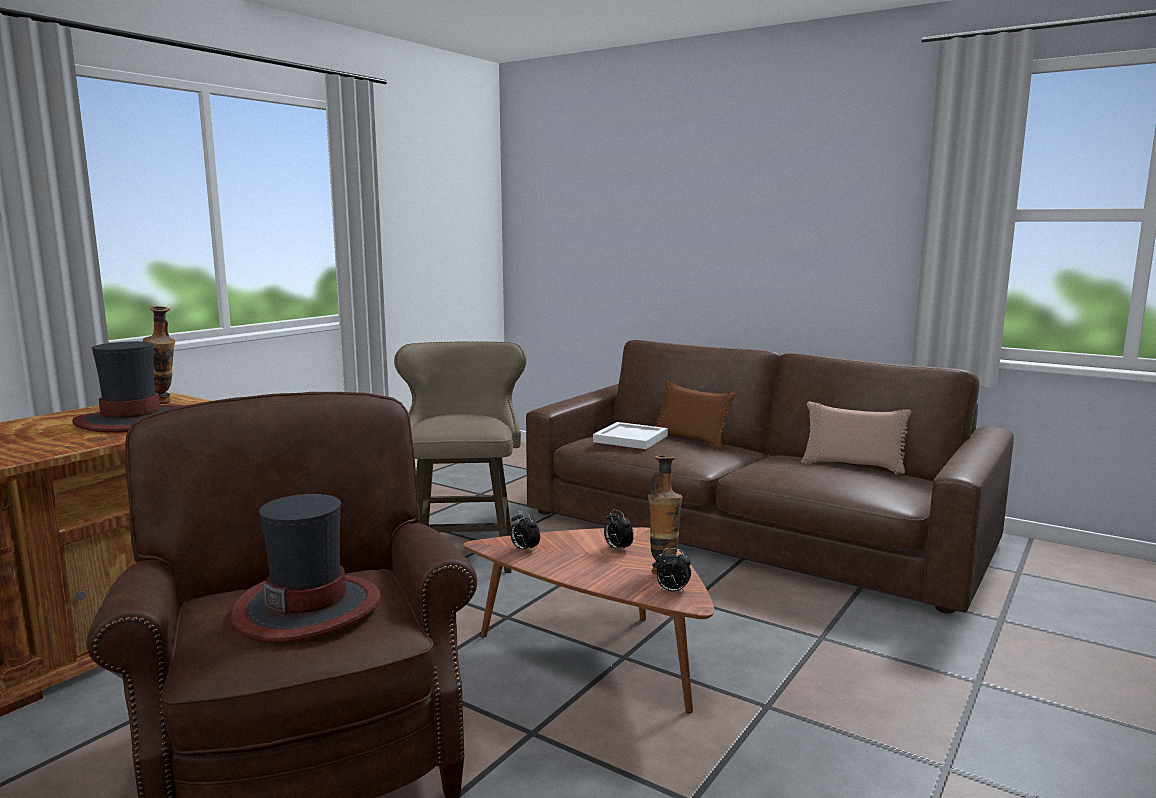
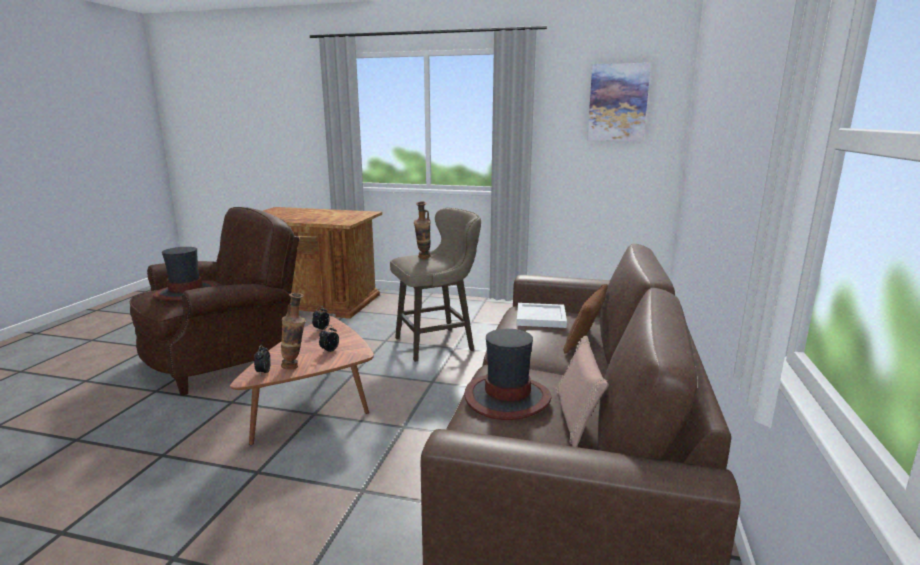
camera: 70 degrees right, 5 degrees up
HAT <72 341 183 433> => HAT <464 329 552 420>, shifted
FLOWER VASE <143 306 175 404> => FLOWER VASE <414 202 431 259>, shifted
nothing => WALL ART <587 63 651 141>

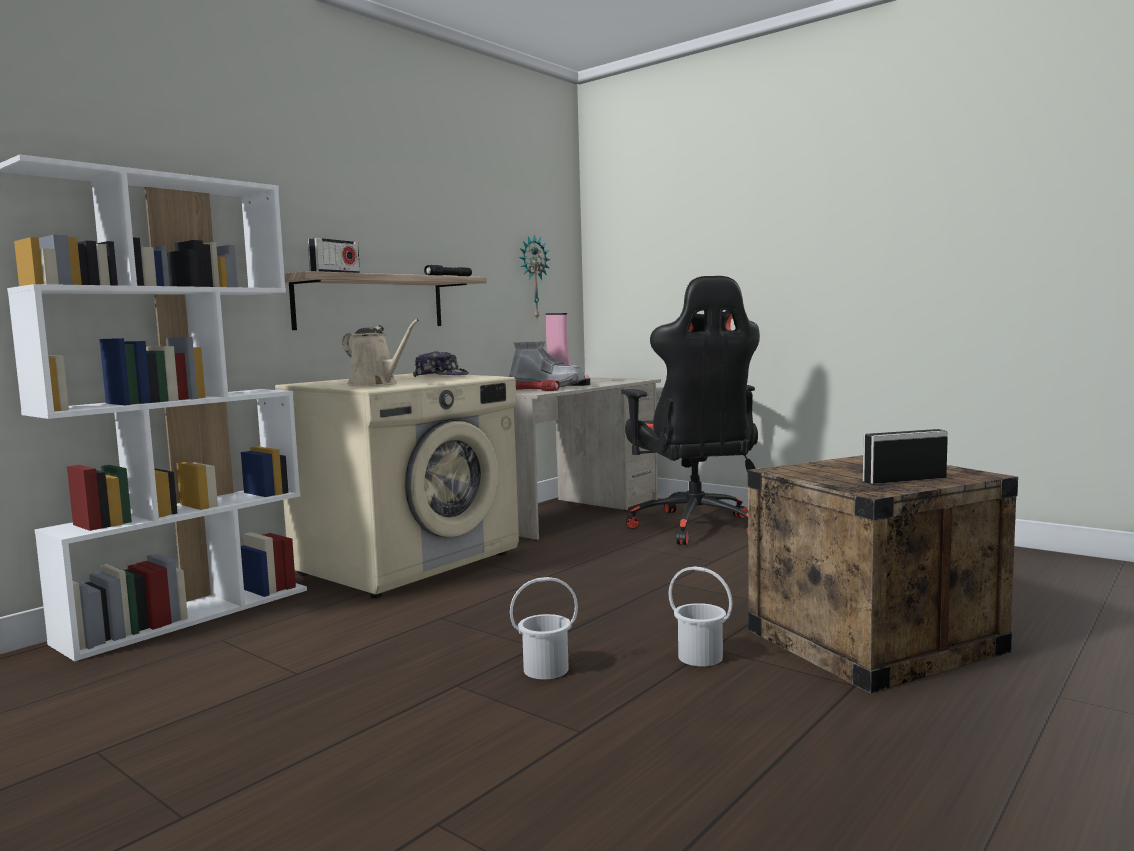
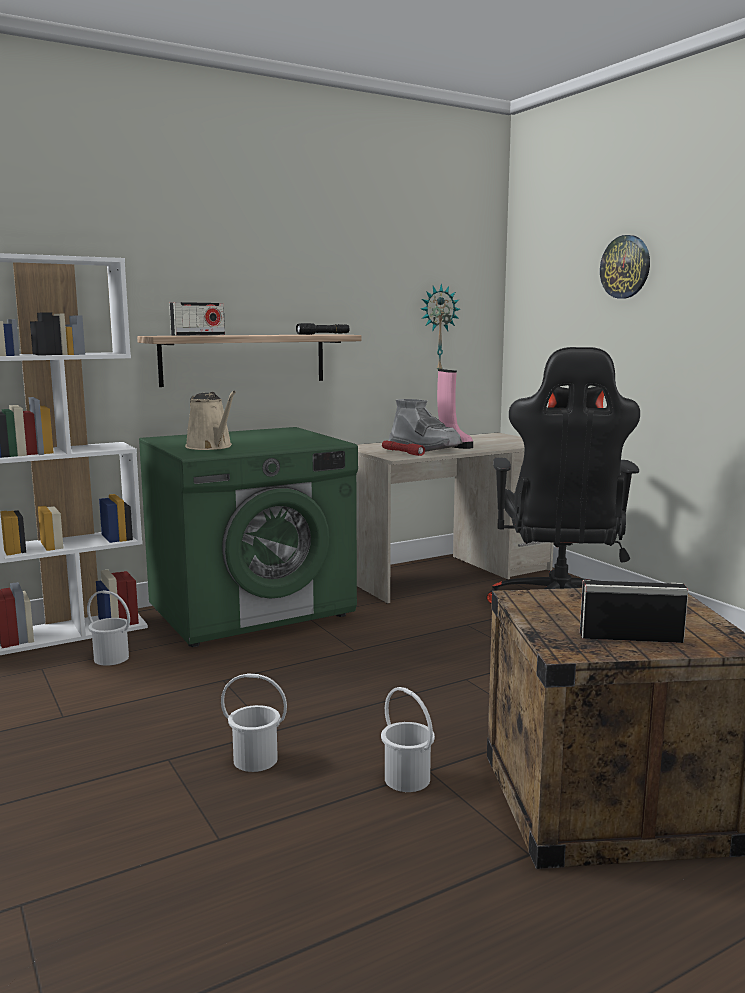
camera: 20 degrees right, 5 degrees up
BEIGE WASHING MACHINE <275 373 519 598> => GREEN-COLOURED WASHING MACHINE <139 427 358 647>
CAP <413 351 469 377> => nothing
nothing => WHITE PAIL <87 590 130 666>
nothing => CLOCK ON THE WALL <600 235 650 299>

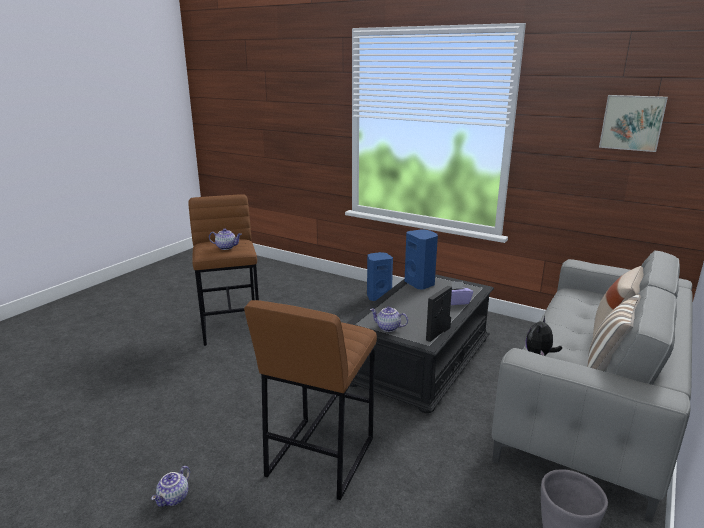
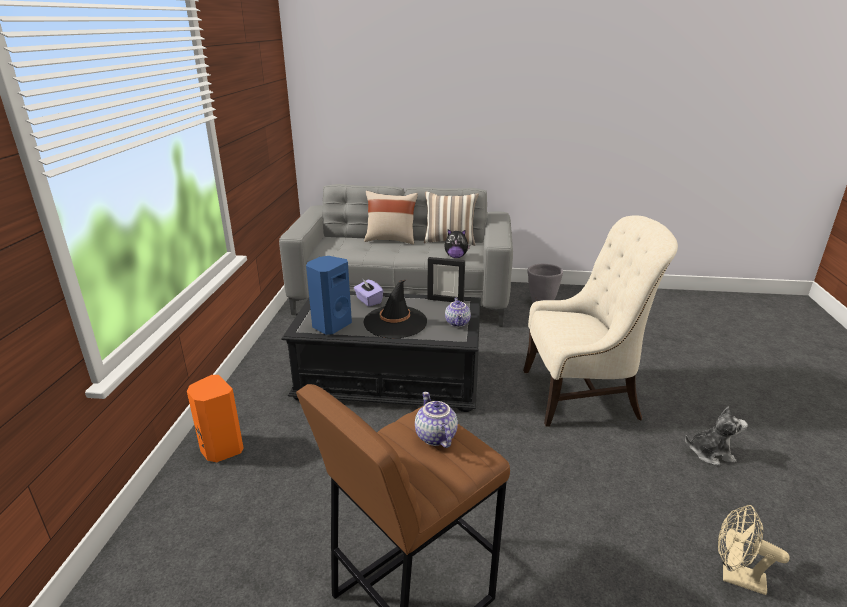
camera: 115 degrees left, 5 degrees up
POT FOR TEA <151 466 190 507> => CUDDLY TOY <685 406 748 465>
BROWN-COLOURED STOOL SEAT <244 300 377 500> => BEIGE LOUNGE CHAIR <523 215 678 427>
BLUE-COLOURED SPEAKER <367 252 393 301> => ORANGE SPEAKER <187 375 244 462>
WALL ART <599 95 668 152> => nothing
nothing => BLACK HAT <363 280 427 339>
nothing => BEIGE COOLING FAN <718 505 790 595>

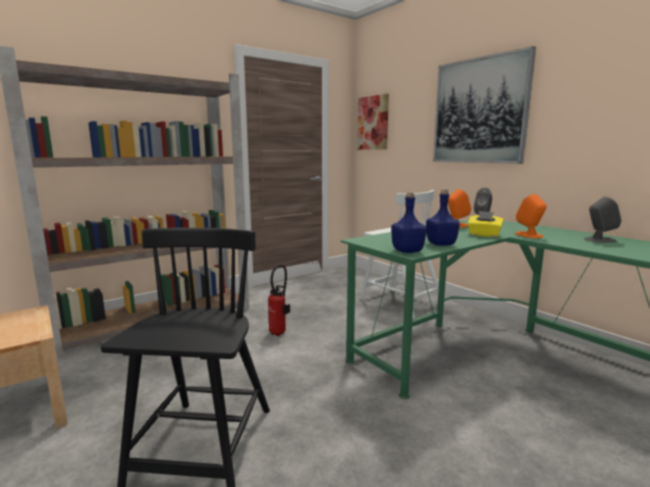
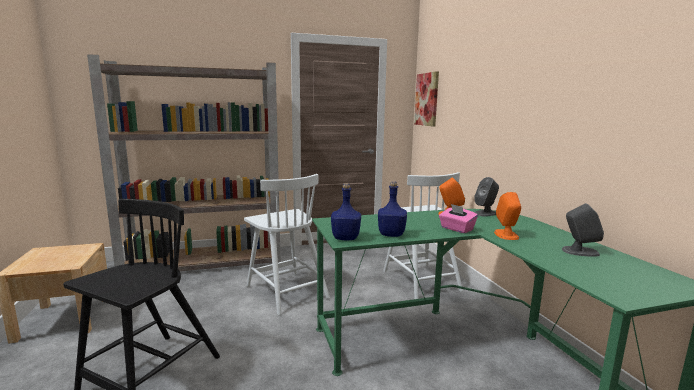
camera: 20 degrees right, 0 degrees up
FIRE EXTINGUISHER <268 264 290 336> => WHITE UPRIGHT CHAIR <244 174 330 315>
WALL ART <433 46 536 164> => nothing
YELLOW-COLOURED TISSUE HOLDER <468 211 504 237> => PINK TISSUE HOLDER <439 204 478 233>

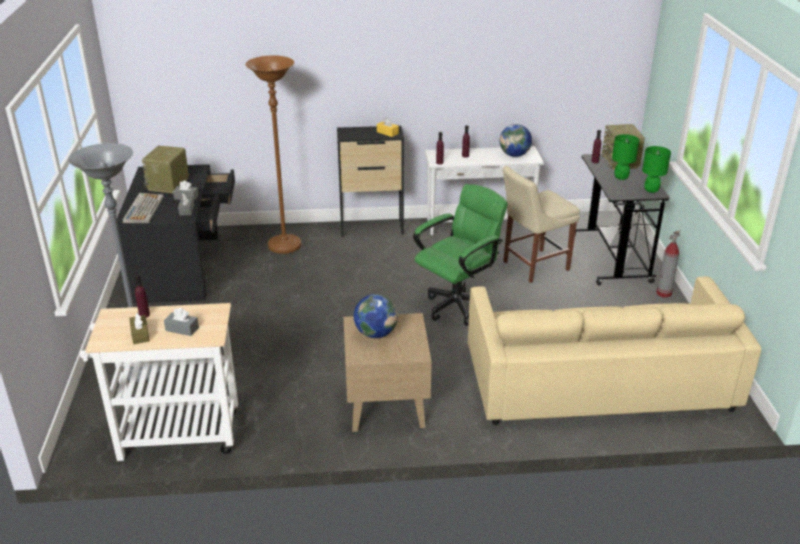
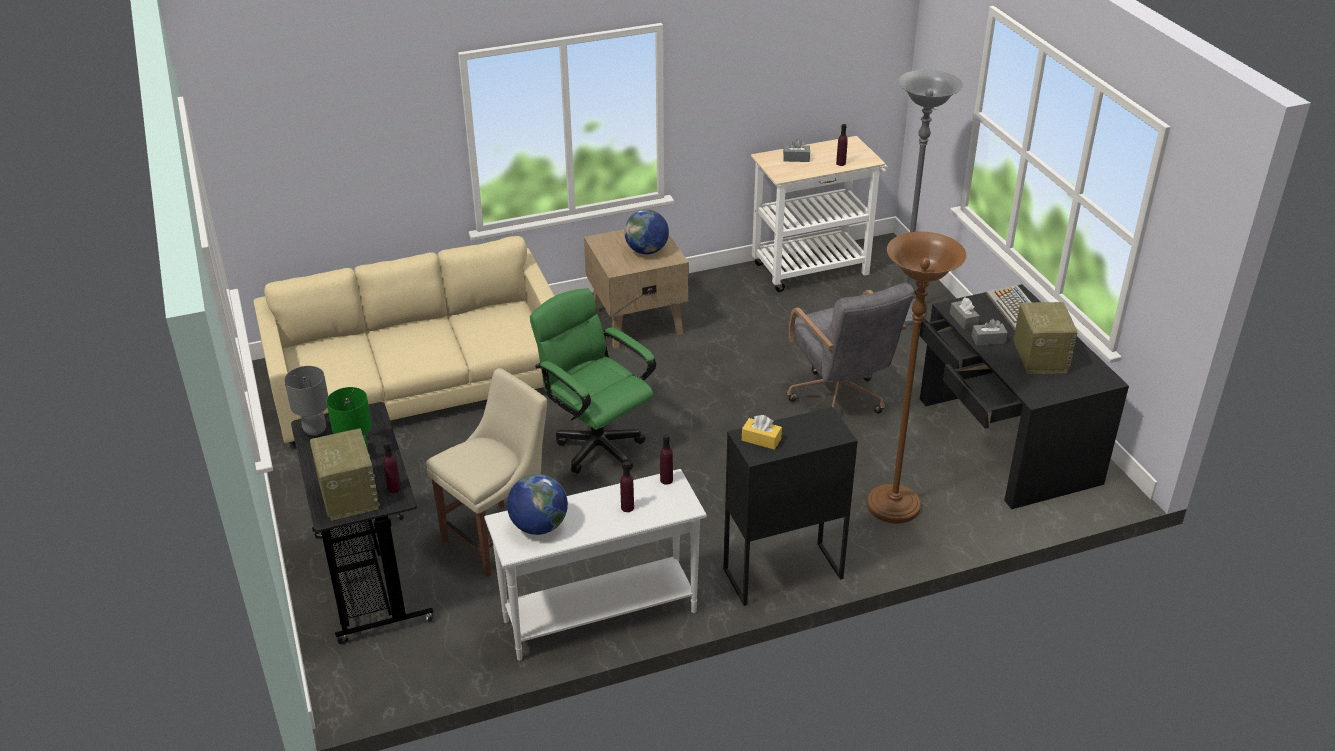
camera: 165 degrees right, 5 degrees up
BROWN-COLOURED TISSUE HOLDER <129 313 150 344> => nothing
GREEN-COLOURED DESK CHAIR <413 184 508 326> => GREEN-COLOURED DESK CHAIR <530 288 656 474>, 105 degrees clockwise
GREEN-COLOURED TABLE LAMP <642 146 671 193> => GREY TABLE LAMP <284 366 328 436>
FIRE EXTINGUISHER <656 230 681 298> => nothing
nothing => GREY DESK CHAIR <786 283 914 414>

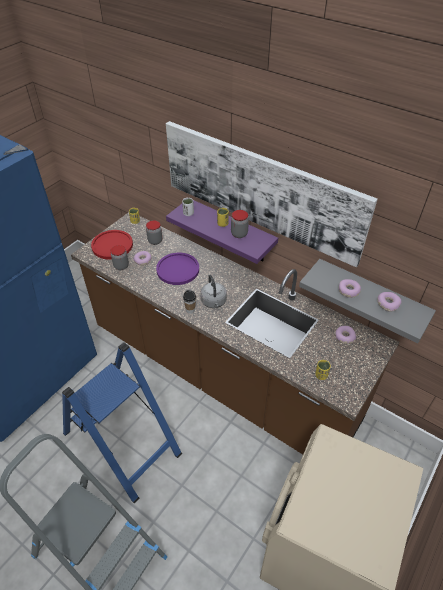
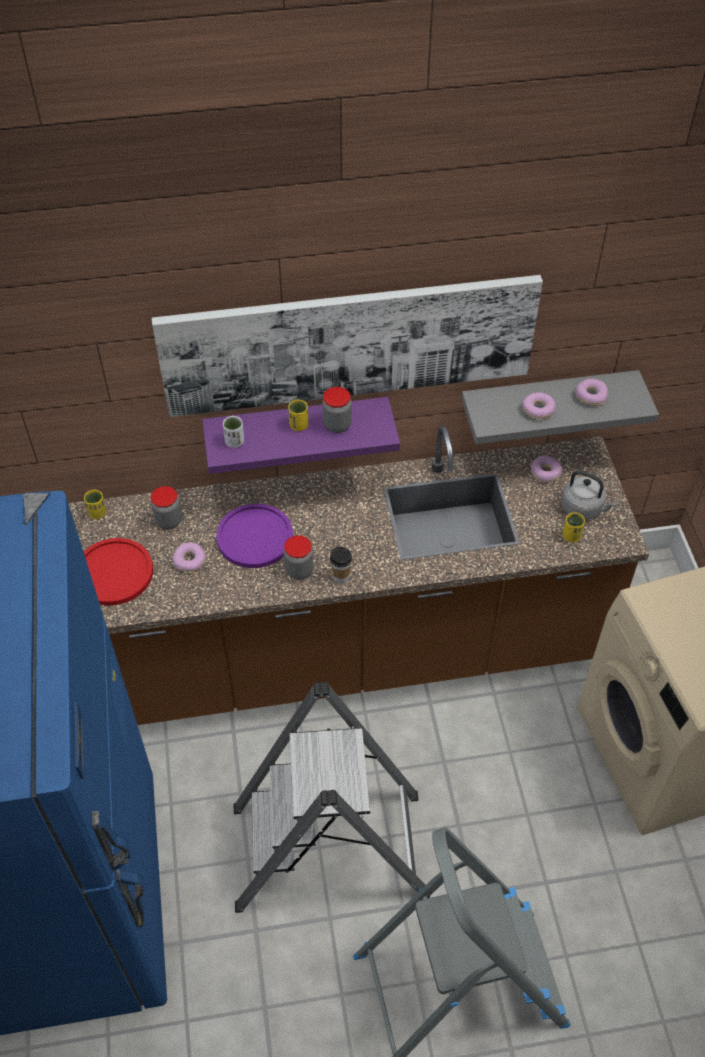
camera: 45 degrees left, 5 degrees up
BLUE-COLOURED STEP LADDER <62 342 182 503> => GREY STEP LADDER <234 682 430 913>
STORAGE JAR <111 245 129 270> => STORAGE JAR <284 535 314 580>, shifted
GREY TEA KETTLE <200 275 227 308> => GREY TEA KETTLE <561 470 617 520>, shifted

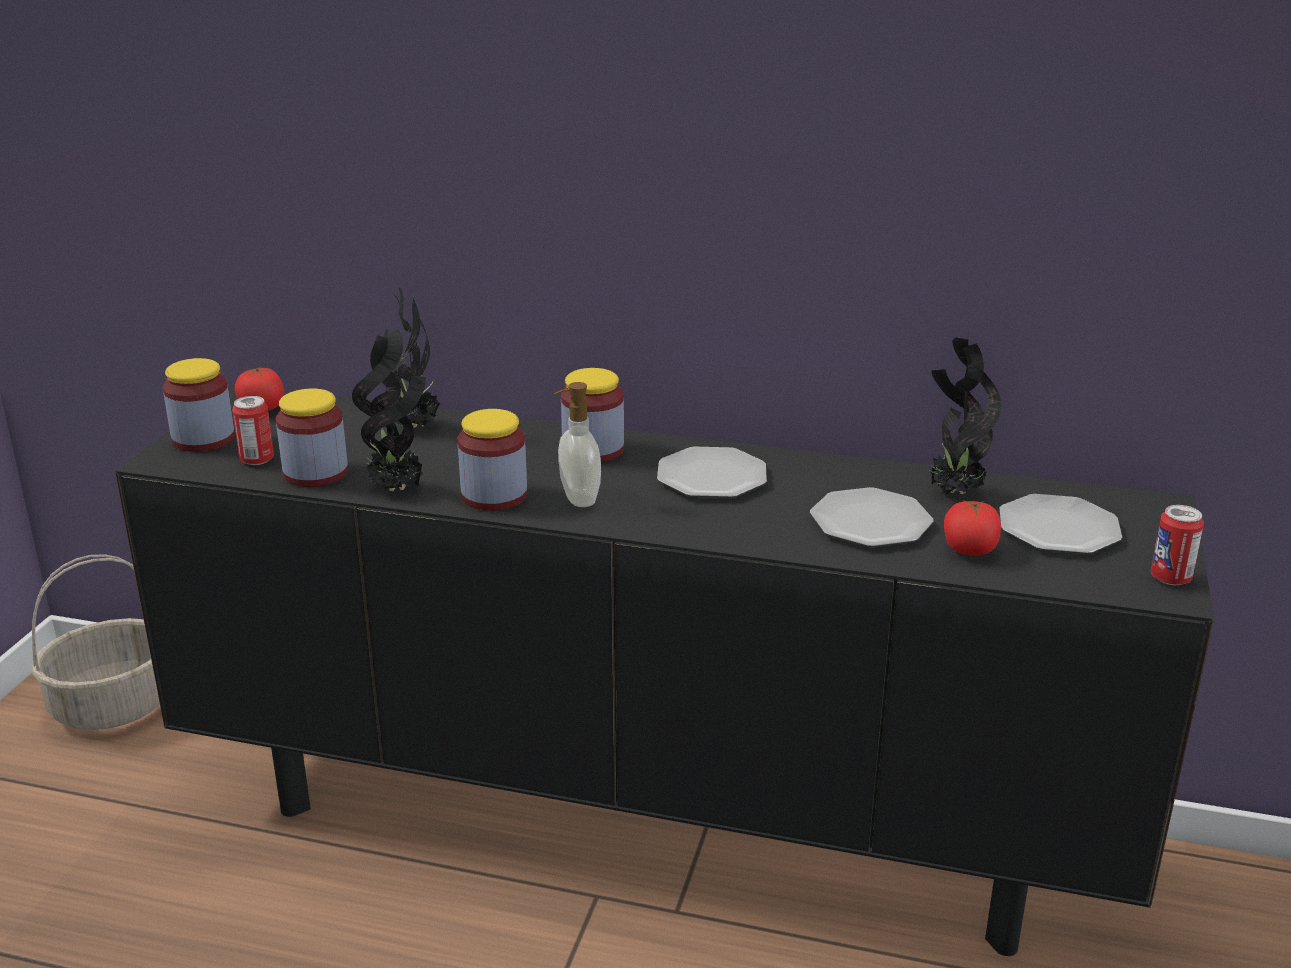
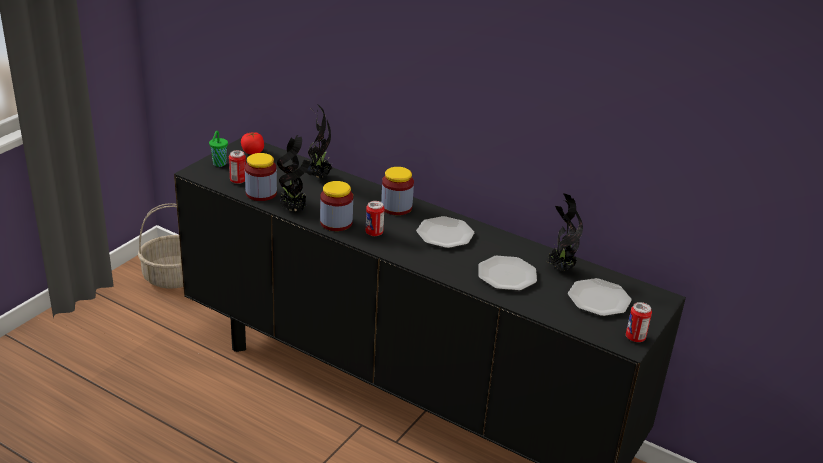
camera: 15 degrees right, 5 degrees up
STORAGE JAR <163 358 235 452> => GREEN-COLOURED CUP <209 131 228 167>
LIQUID SOAP BOTTLE <554 382 601 507> => CAN <366 201 384 236>
WHOLE TOMATO <944 500 1001 556> => nothing

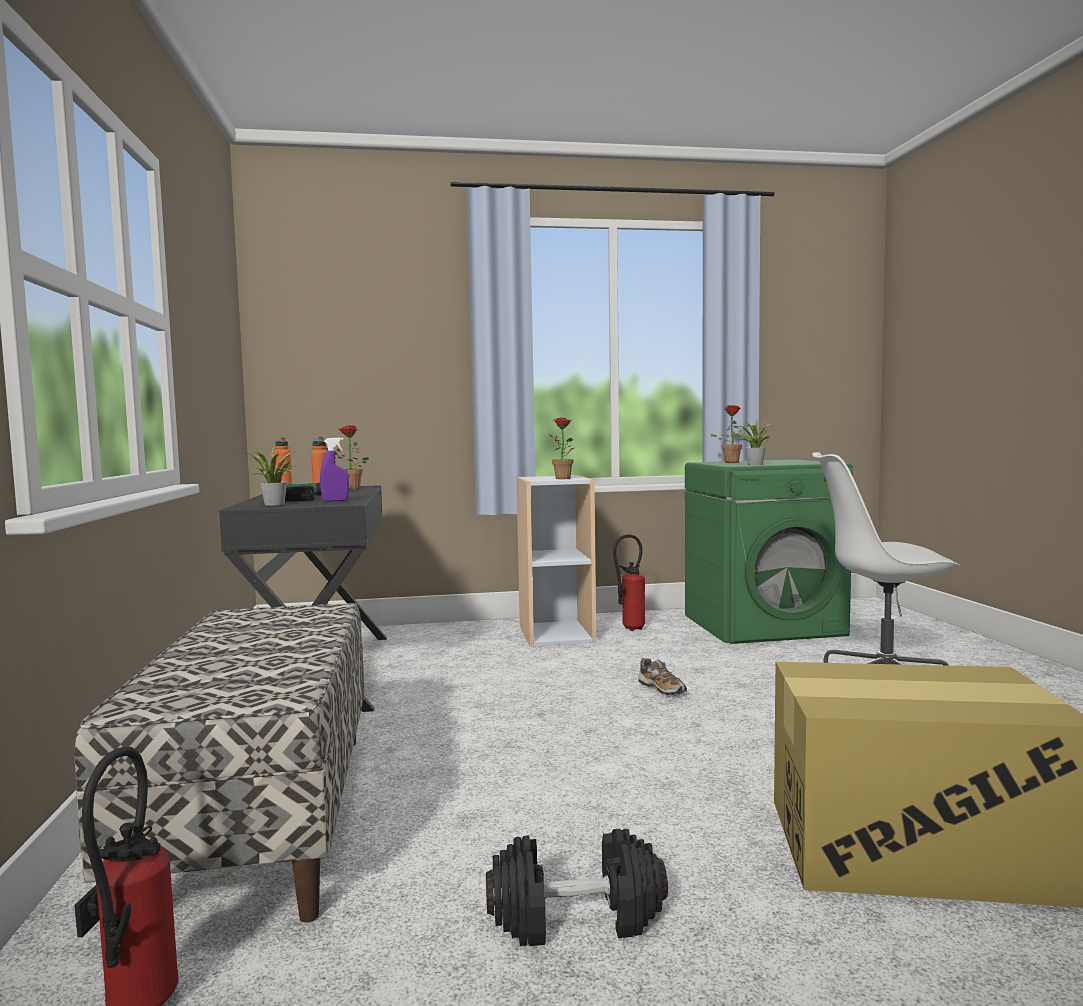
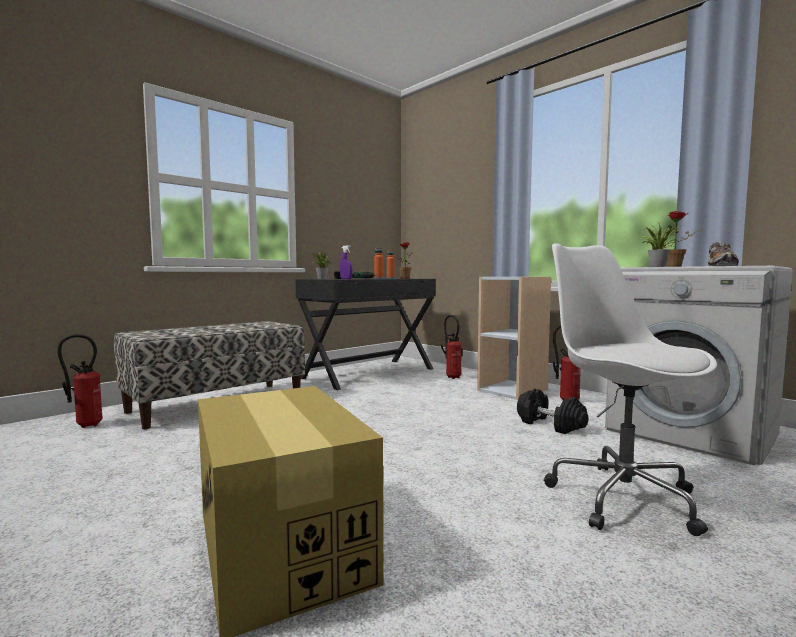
camera: 55 degrees right, 0 degrees up
BLACK HAND WEIGHT <486 829 668 946> => BLACK HAND WEIGHT <517 389 589 434>, shifted
POTTED PLANT <550 417 574 479> => nothing
SHOE <638 658 687 697> => SHOE <708 241 739 266>, shifted
GREEN-COLOURED WASHING MACHINE <685 460 853 644> => WHITE WASHING MACHINE <605 266 793 465>
nothing => FIRE EXTINGUISHER <441 315 463 379>

